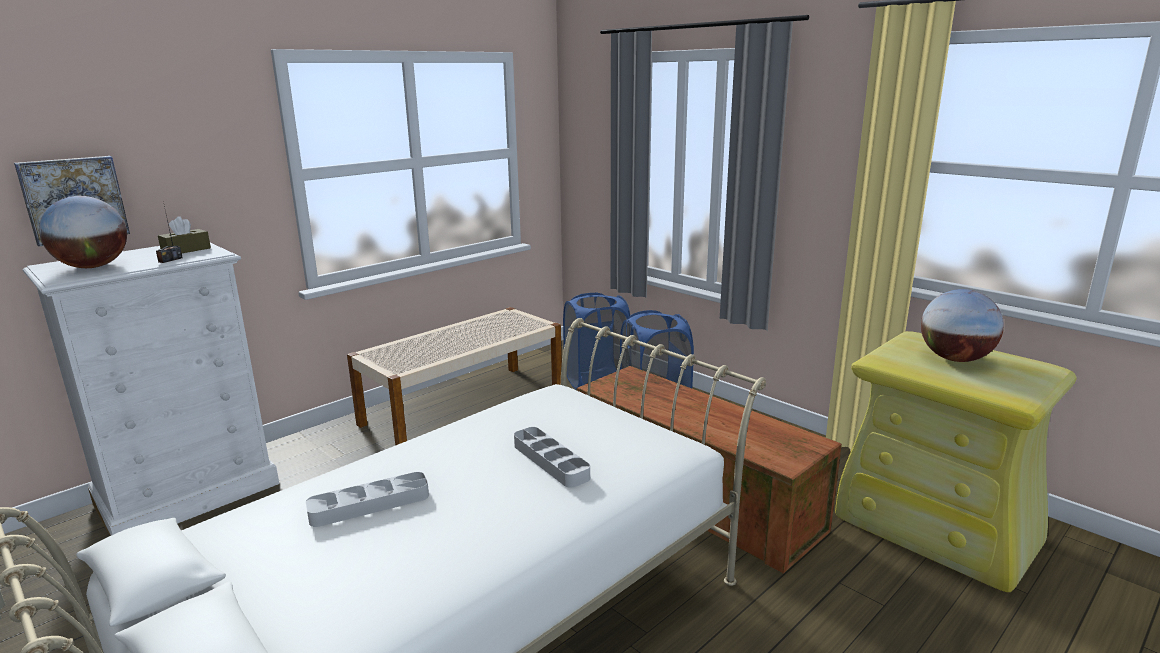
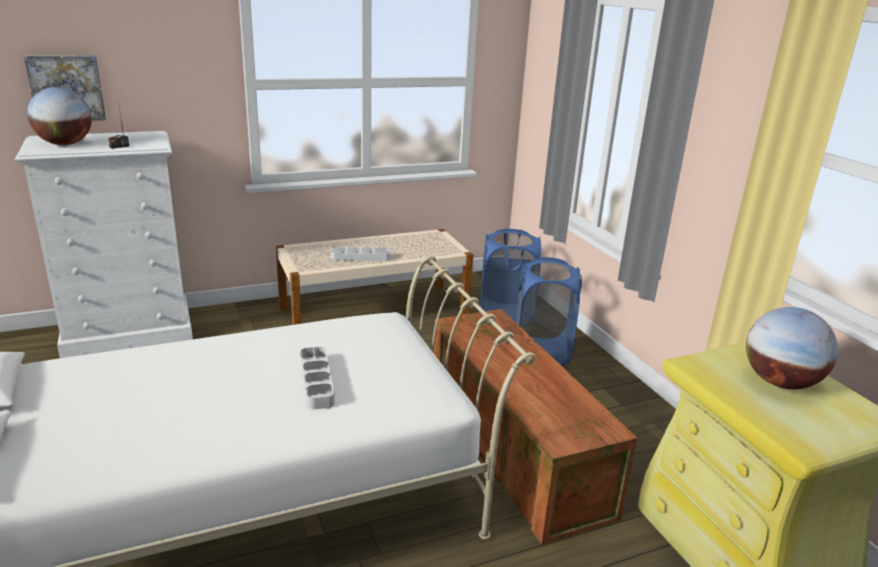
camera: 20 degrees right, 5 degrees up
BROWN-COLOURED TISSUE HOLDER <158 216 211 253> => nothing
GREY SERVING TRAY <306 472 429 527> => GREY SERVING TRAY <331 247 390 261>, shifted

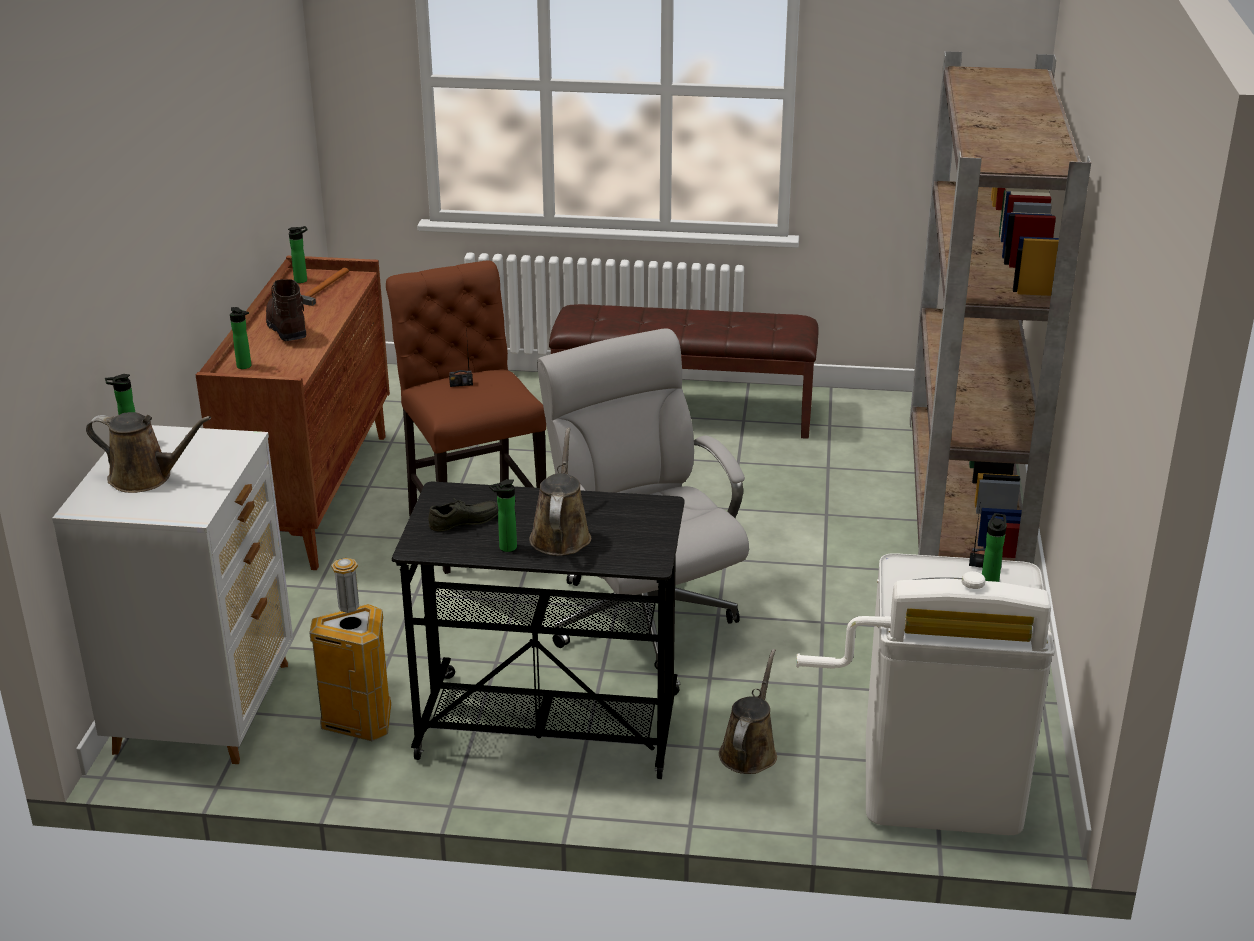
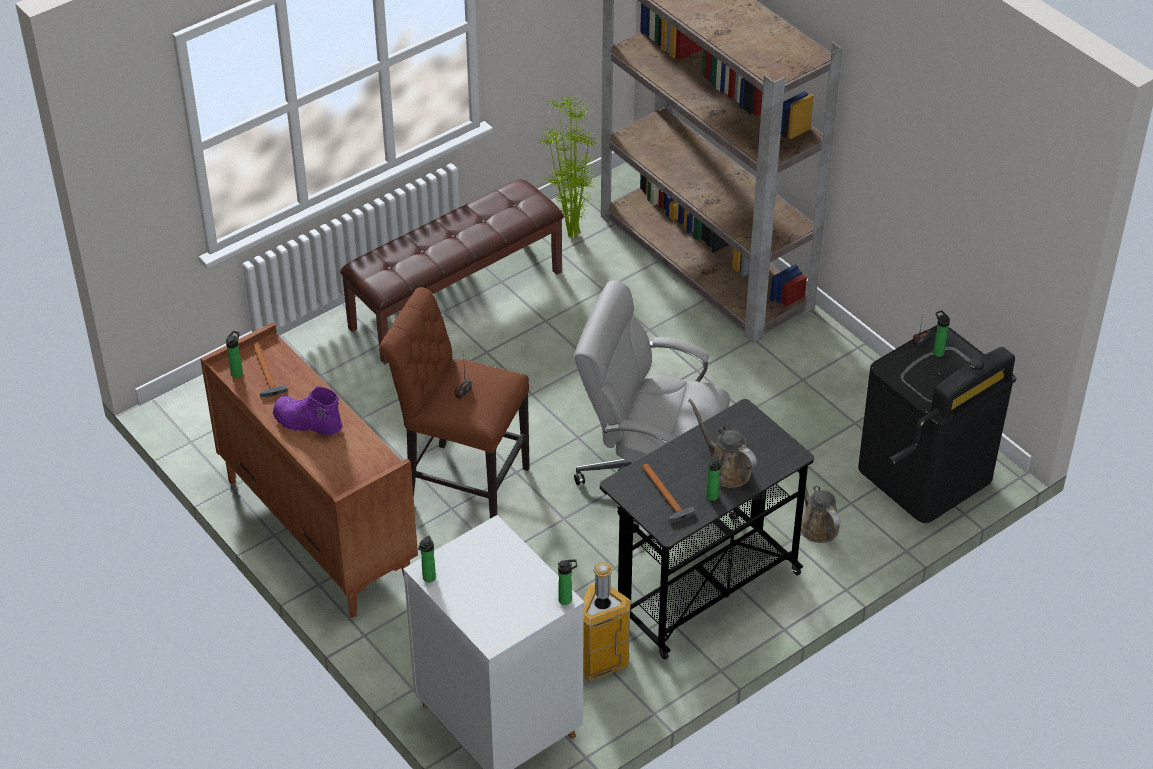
camera: 45 degrees left, 15 degrees up
BROWN-COLOURED WATERING CAN <86 412 211 493> => nothing
BEVERAGE BOTTLE <230 307 251 369> => BEVERAGE BOTTLE <558 559 577 605>, shifted
BROWN-COLOURED HIGH-TOP BOOT <266 279 307 341> => PURPLISH HIGH-TOP BOOT <273 386 342 436>
GREY SHOE <428 498 498 532> => TOOL HAMMER <642 464 695 523>
WHITE WASHING MACHINE <796 553 1055 835> => BLACK WASHING MACHINE <858 325 1017 523>
nothing => POTTED PLANT <539 94 599 238>

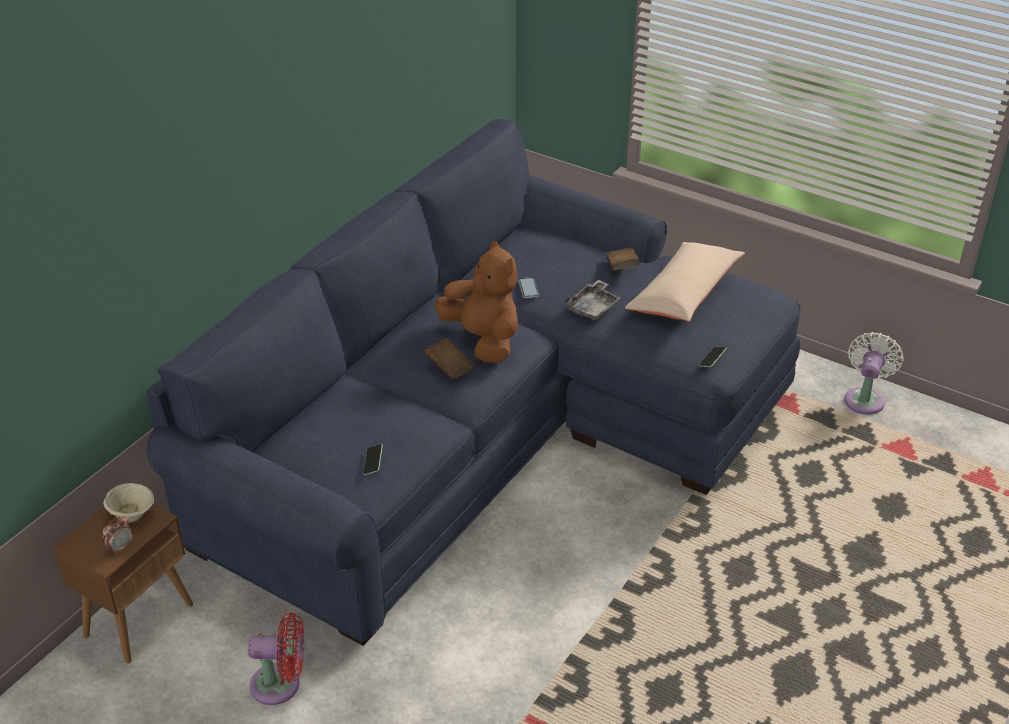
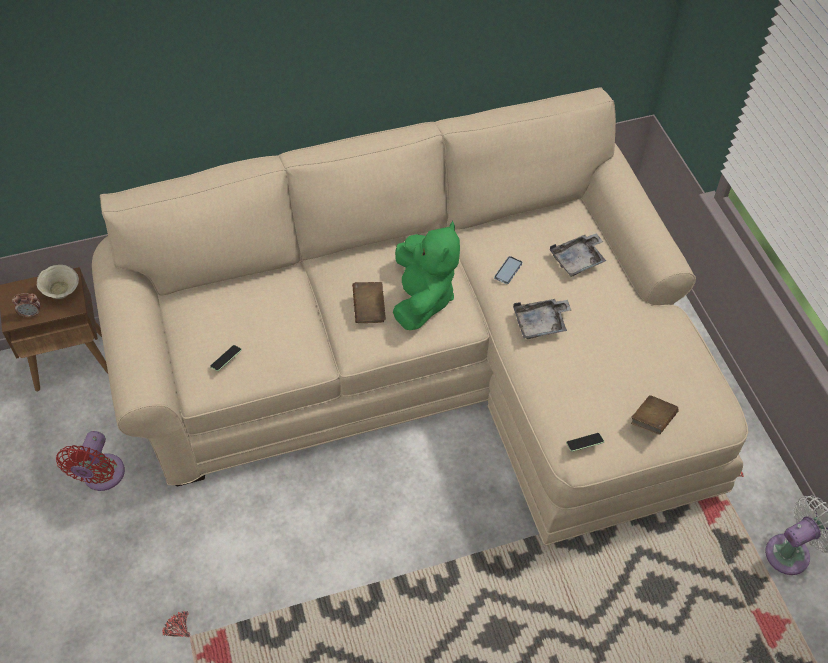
camera: 40 degrees right, 15 degrees up
BLUE-COLOURED SETTEE <146 119 801 646> => BEIGE SETTEE <92 88 748 545>
RED COOLING FAN <248 613 304 705> => RED COOLING FAN <56 431 125 491>, 60 degrees clockwise
BROWN-COLOURED CUDDLY TOY <435 241 518 363> => GREEN-COLOURED CUDDLY TOY <393 221 460 330>
BROWN-COLOURED VOLUME <606 248 640 271> => BROWN-COLOURED VOLUME <631 395 679 434>, shifted
BEIGE PILLOW <625 242 745 321> => nothing
nothing => GREY SERVING TRAY <550 233 606 277>

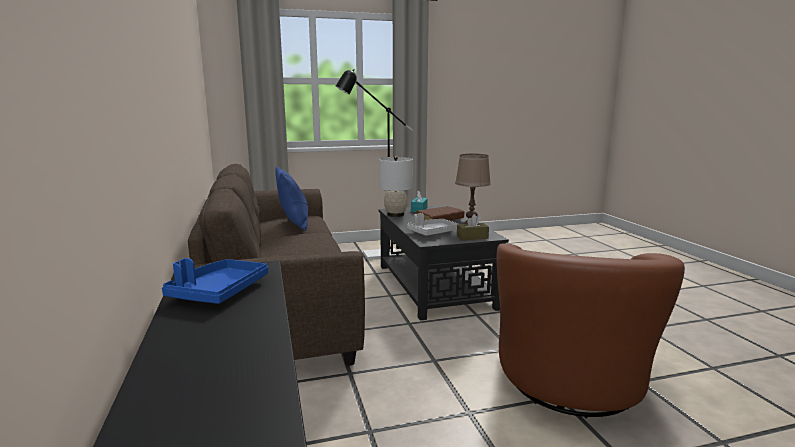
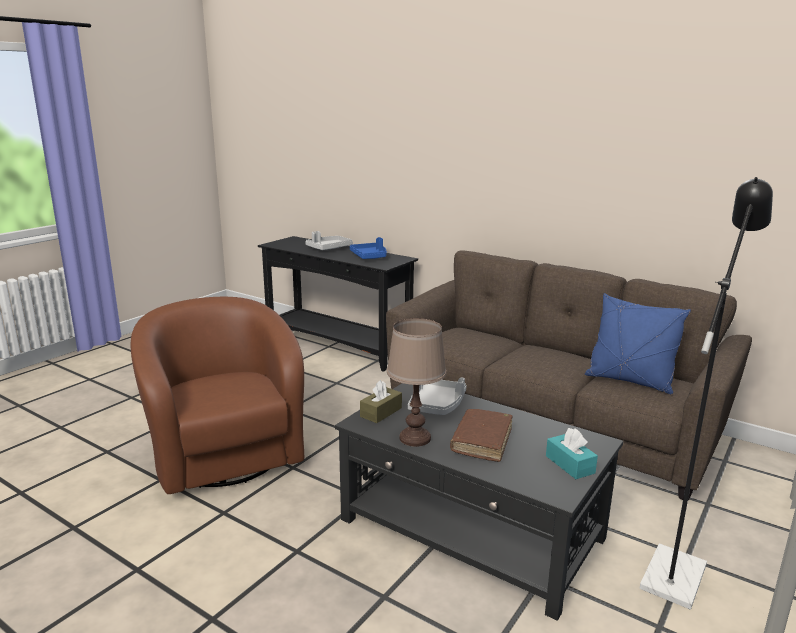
camera: 140 degrees right, 5 degrees up
WHITE TABLE LAMP <379 156 413 217> => nothing
nothing => GREY SERVING TRAY <305 231 353 250>

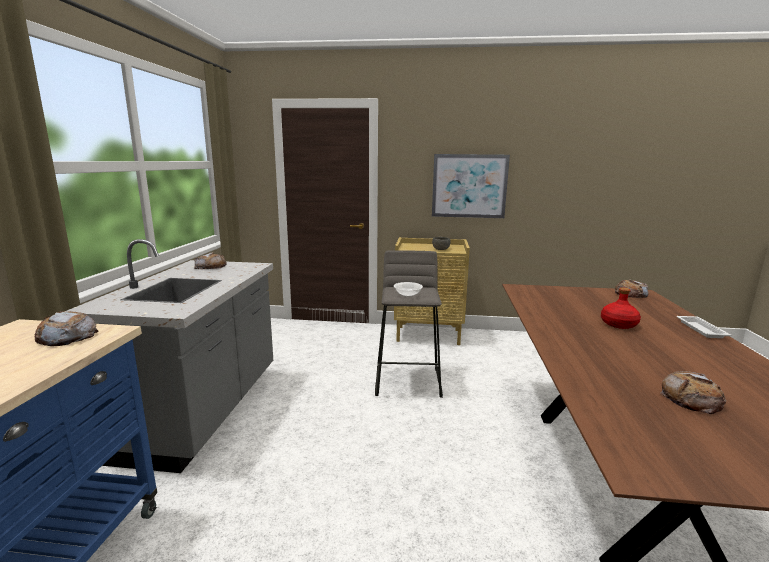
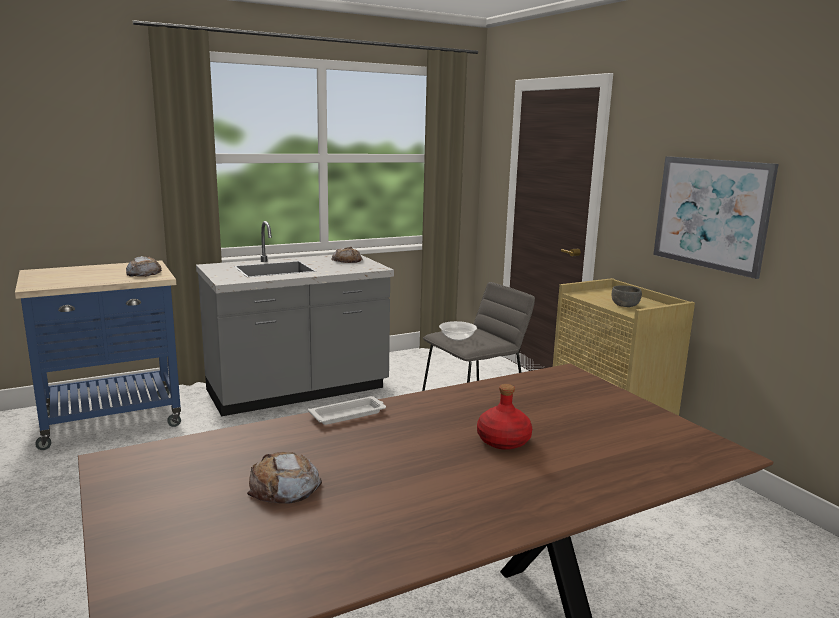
camera: 55 degrees right, 0 degrees up
BAKERY BREAD <615 279 649 298> => nothing
WHITE SERVING TRAY <677 316 732 338> => WHITE SERVING TRAY <308 396 386 425>, shifted

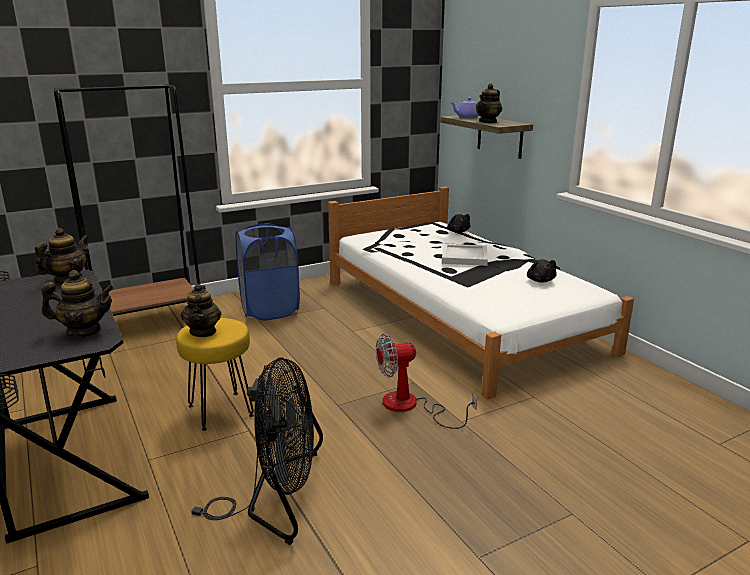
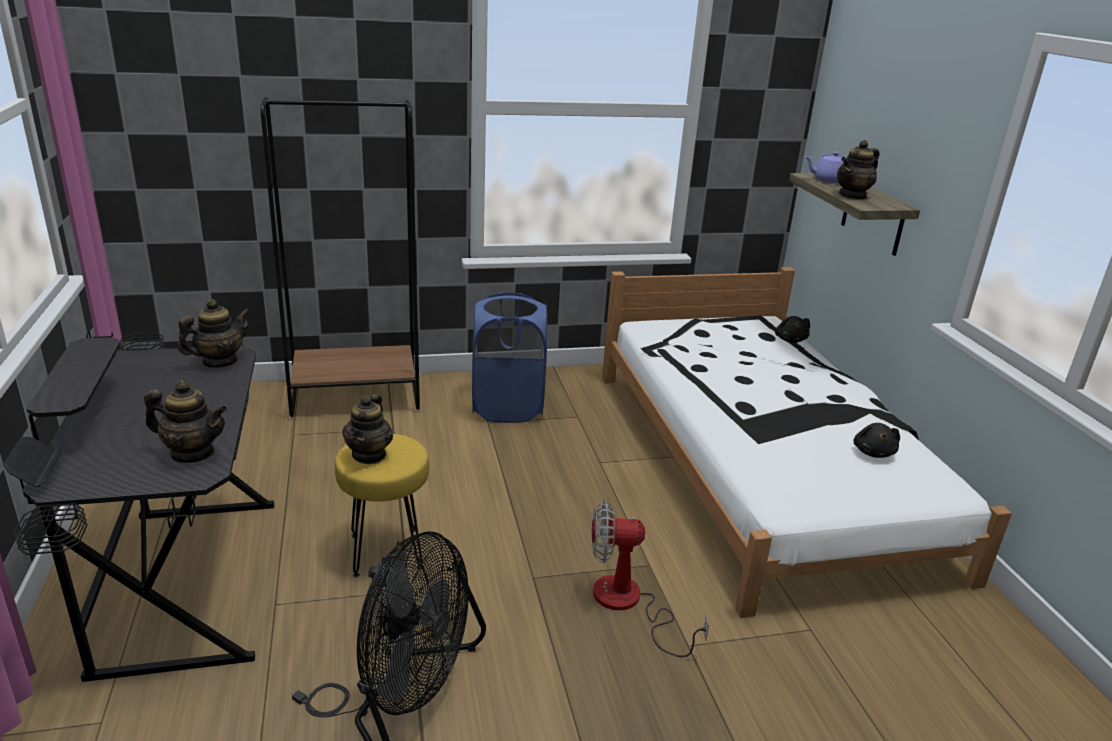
camera: 15 degrees right, 5 degrees up
WHITE SERVING TRAY <442 244 488 266> => nothing

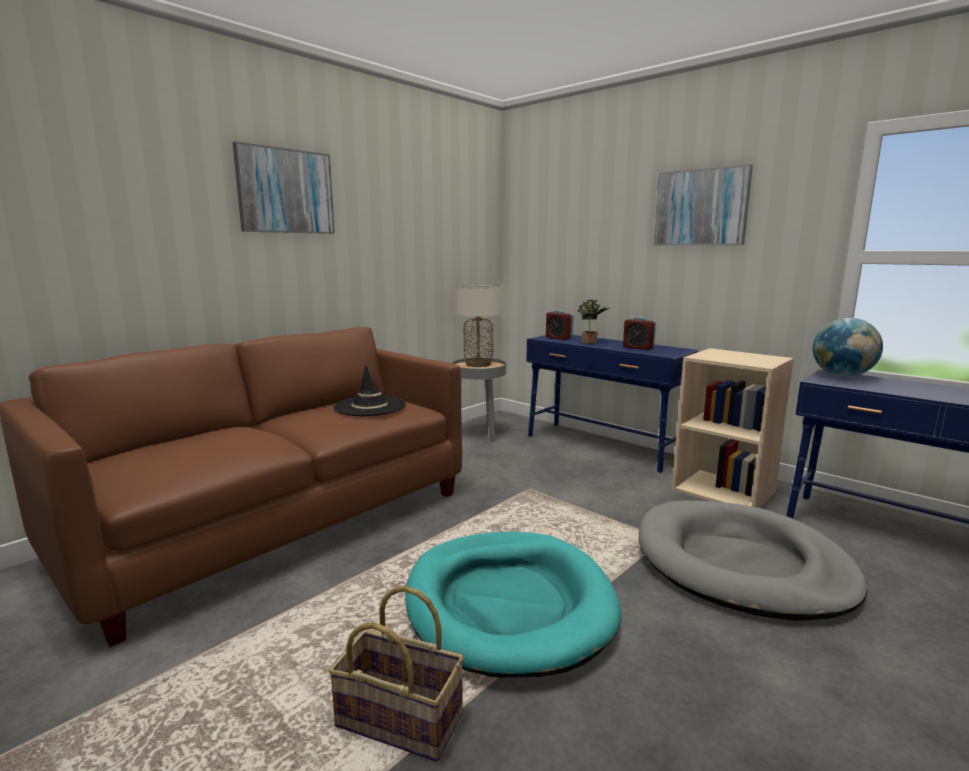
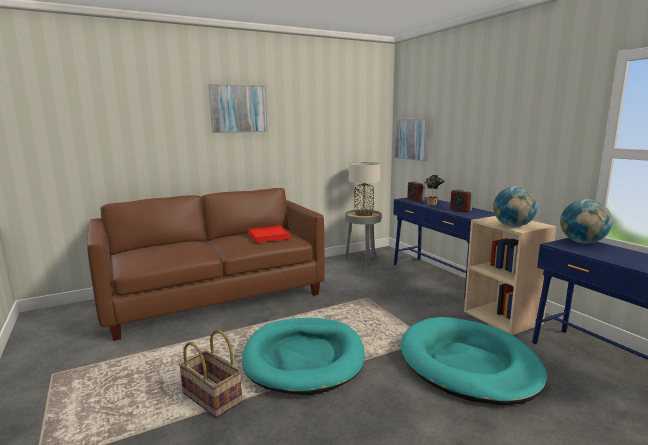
camera: 20 degrees right, 0 degrees up
BLACK HAT <333 365 406 416> => RED SERVING TRAY <248 225 291 243>
GREY DOG CUSHION <639 501 867 621> => TURQUOISE DOG CUSHION <401 317 548 405>
WALL ART <654 164 753 245> => WALL ART <394 119 430 162>, shifted
nothing => GLOBE <493 186 538 227>

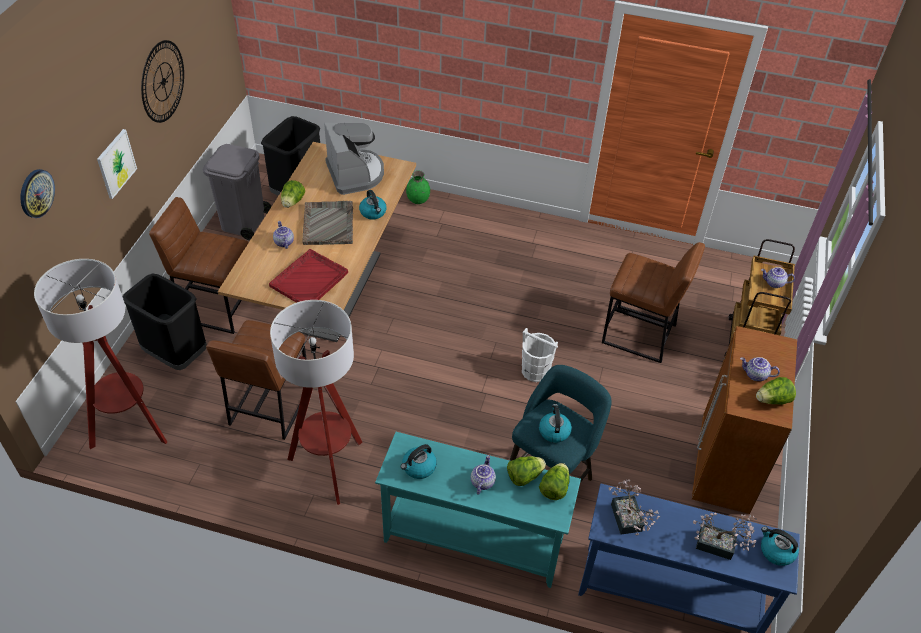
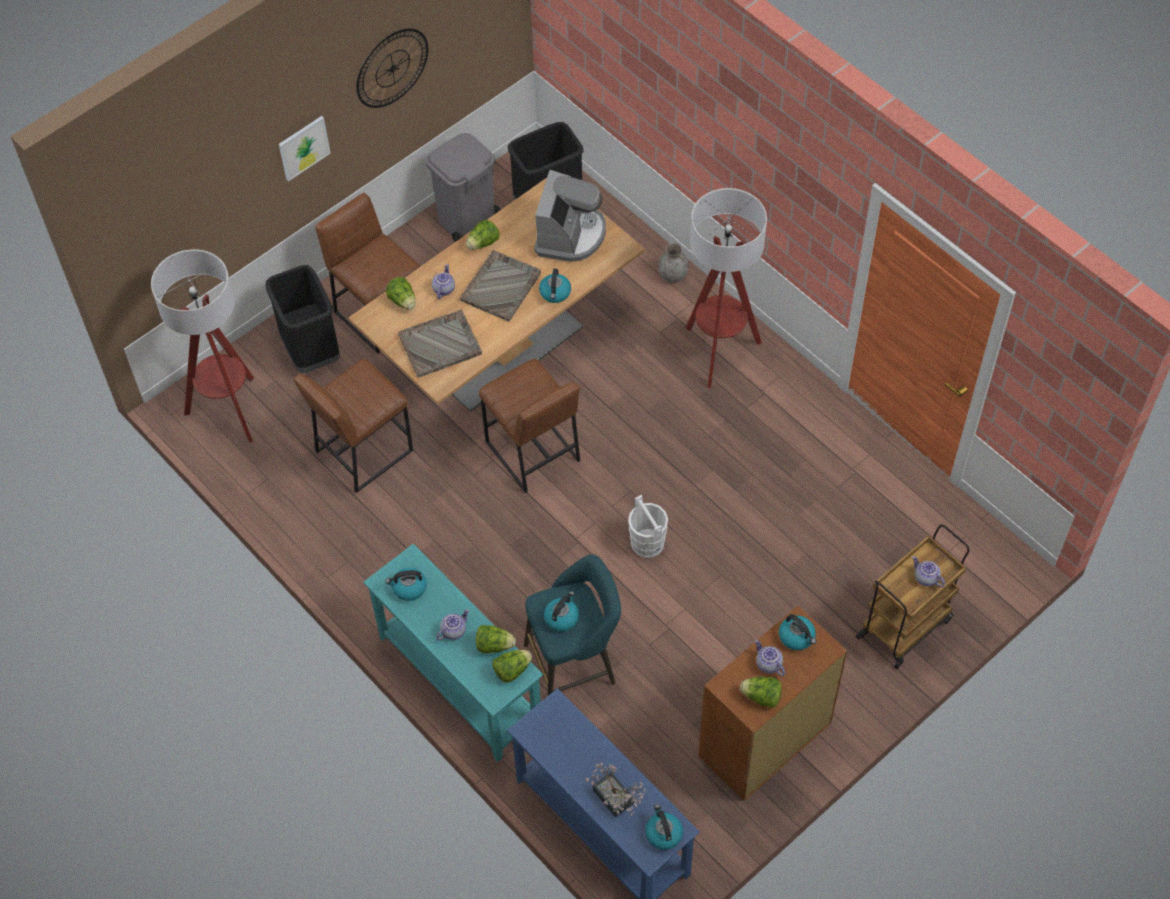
camera: 35 degrees right, 10 degrees up
CLOCK ON THE WALL <21 169 55 218> => nothing
RED SERVING TRAY <269 249 348 303> => GREY SERVING TRAY <398 310 482 378>
STANDING LAMP <270 300 362 505> => STANDING LAMP <686 188 767 388>, shifted
GREEN-COLOURED FLOWER VASE <406 170 430 204> => GREY FLOWER VASE <658 243 689 283>
BROWN-COLOURED UPRIGHT CHAIR <602 242 705 363> => BROWN-COLOURED UPRIGHT CHAIR <479 359 580 493>, shifted
POTTED PLANT <609 479 660 535> => nothing
nothing => LETTUCE <386 277 416 310>
nothing => TEA KETTLE <779 614 816 650>

